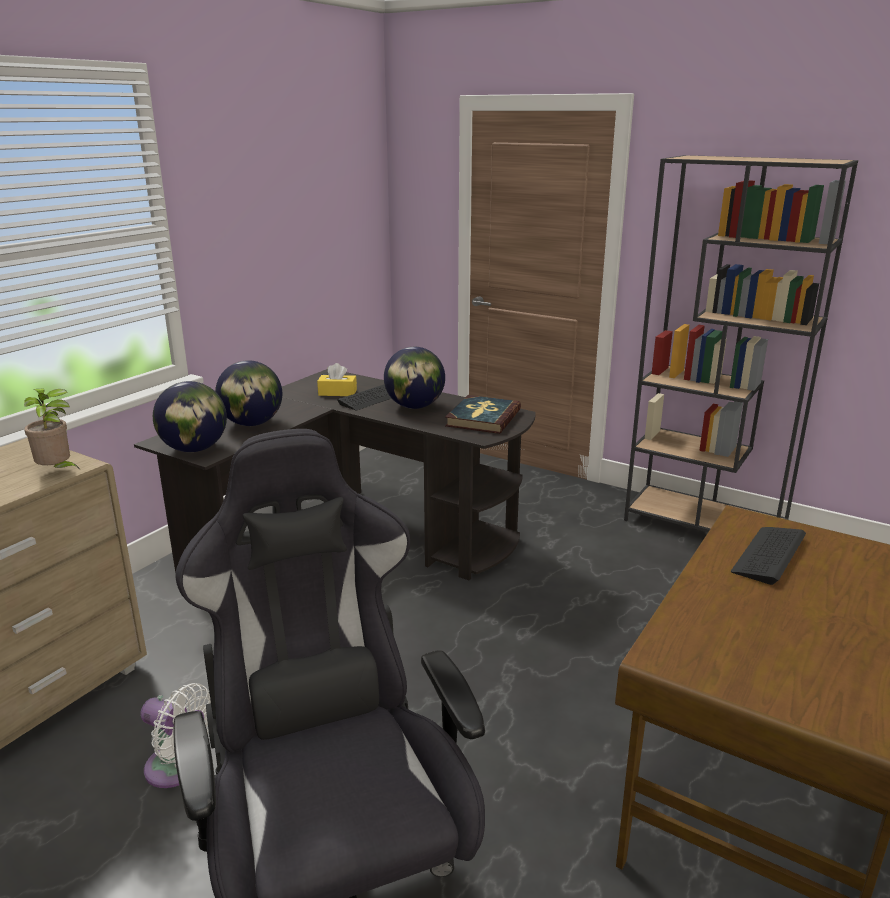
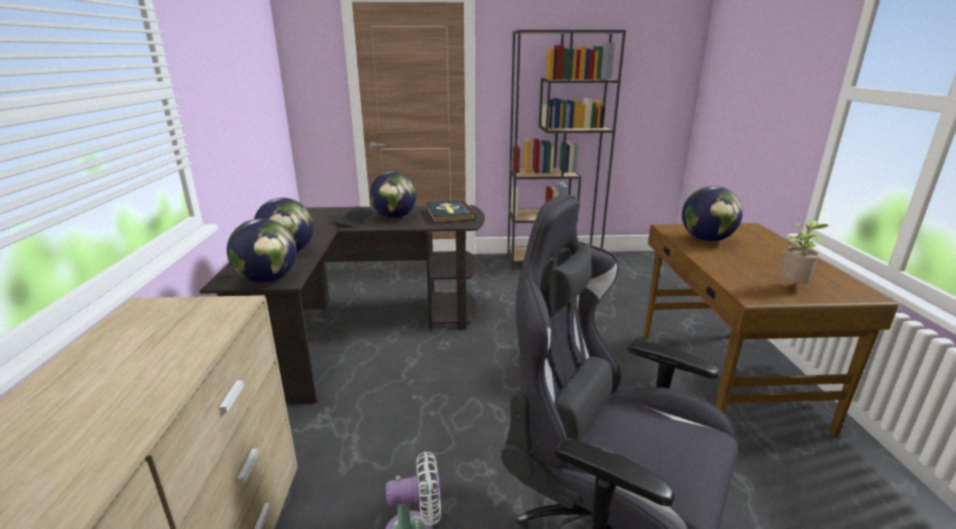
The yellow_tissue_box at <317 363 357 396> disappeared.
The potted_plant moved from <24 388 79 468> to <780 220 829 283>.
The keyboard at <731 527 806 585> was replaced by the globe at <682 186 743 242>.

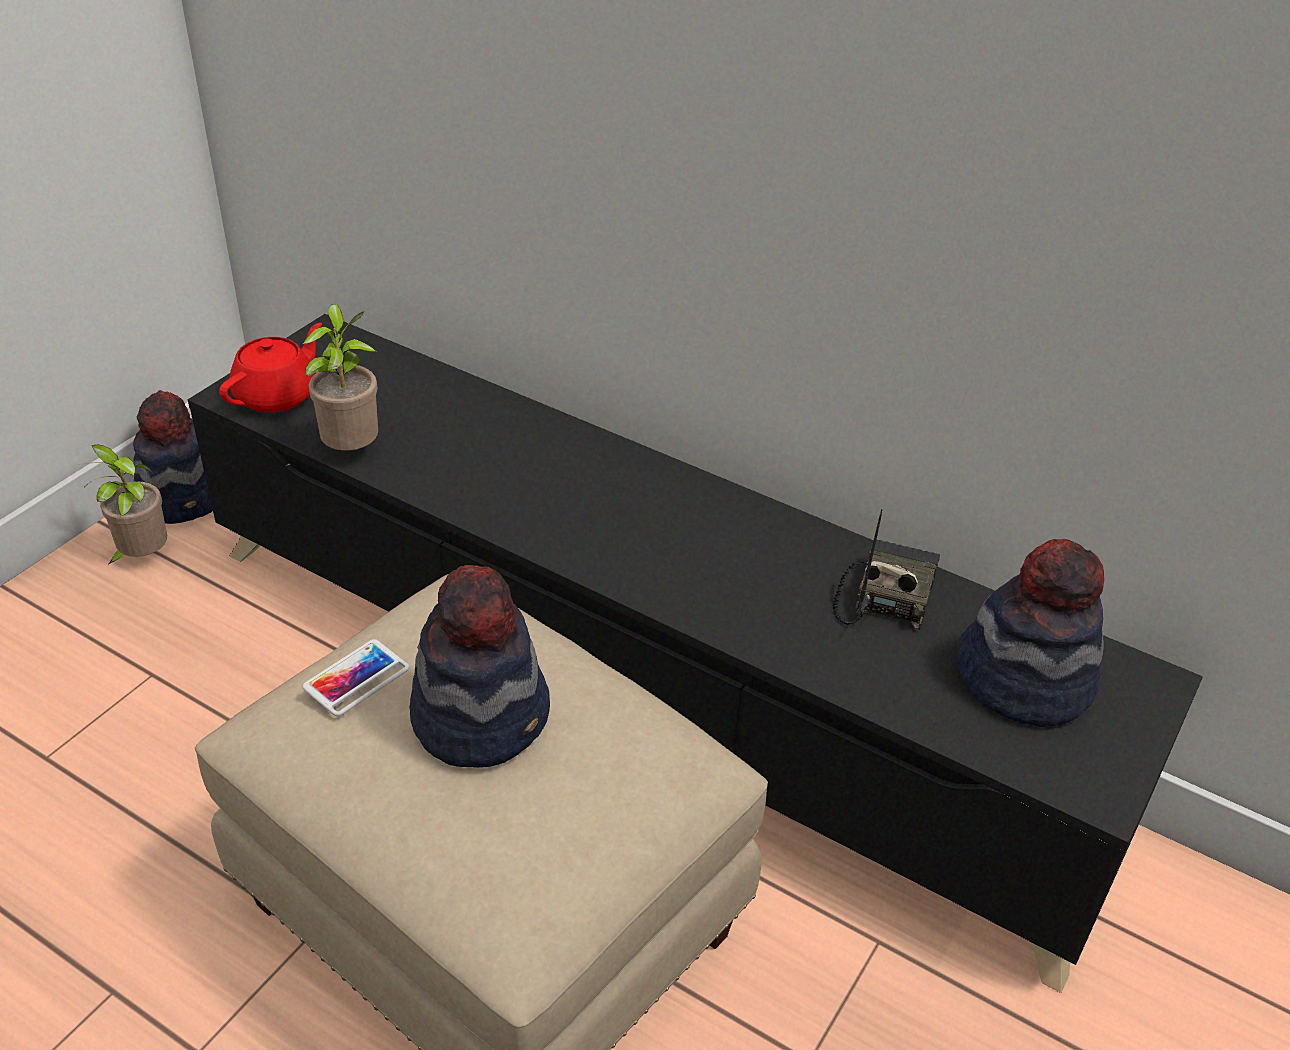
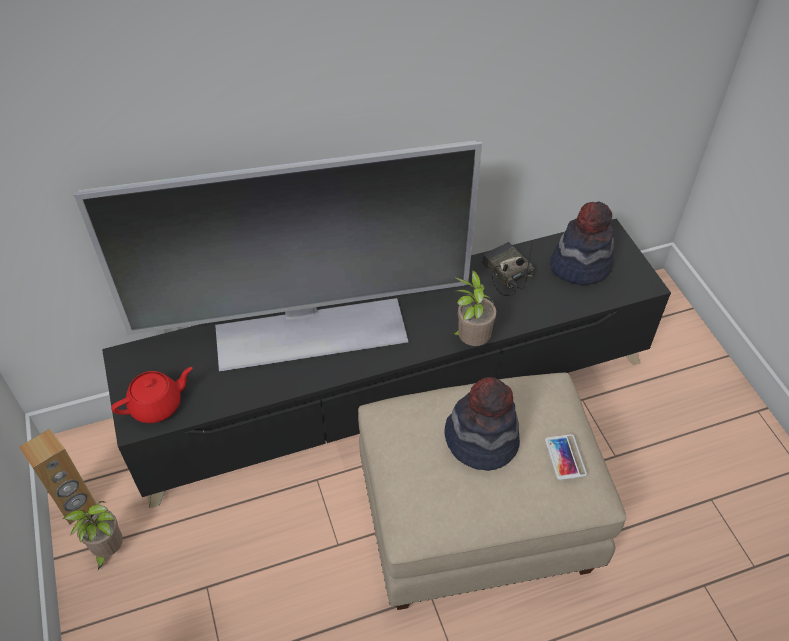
The potted_plant moved from <302 304 378 451> to <452 269 497 346>.
The red_teapot at <219 323 322 413> turned 75 degrees clockwise.
The hat at <133 390 213 524> was replaced by the brown_speaker at <19 429 96 525>.
The phone moved from <302 639 409 716> to <545 434 587 480>.
The television at <74 140 482 372> appeared.

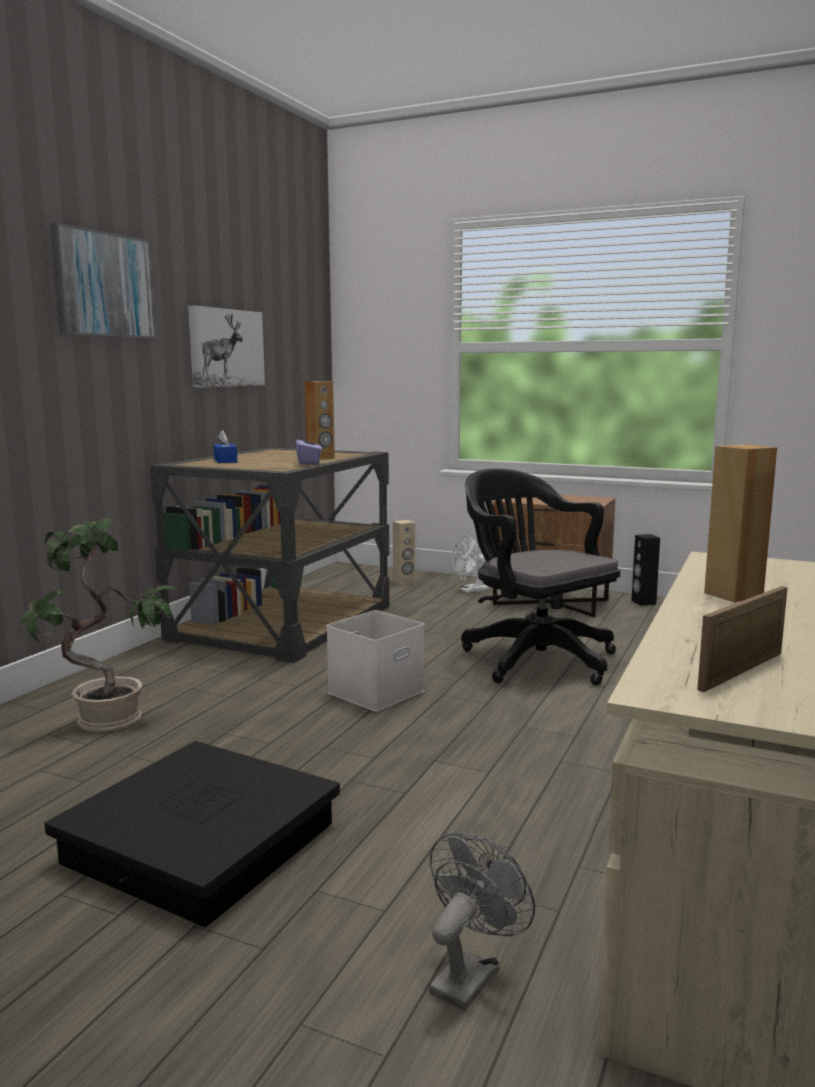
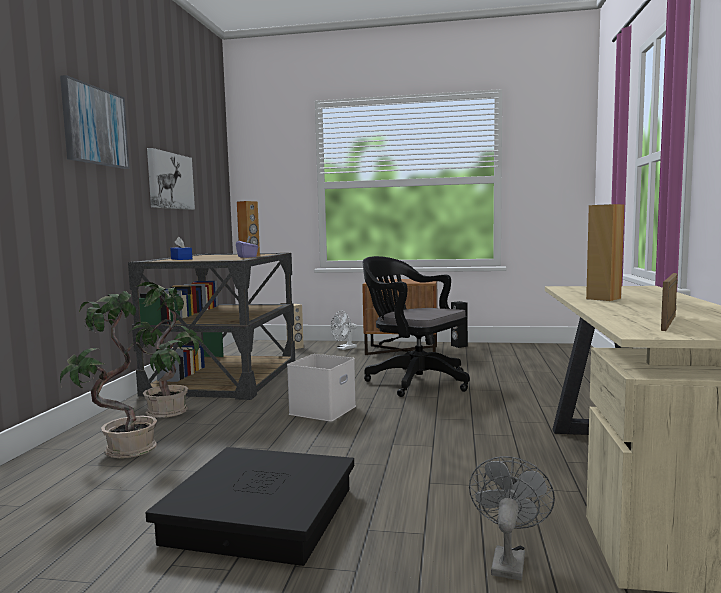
The potted_plant at <129 282 204 418> appeared.

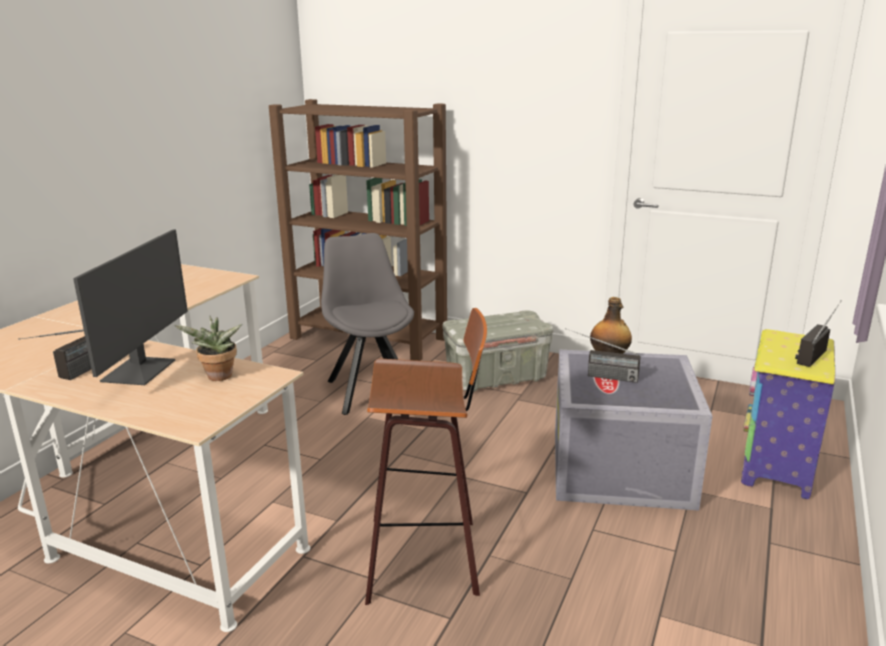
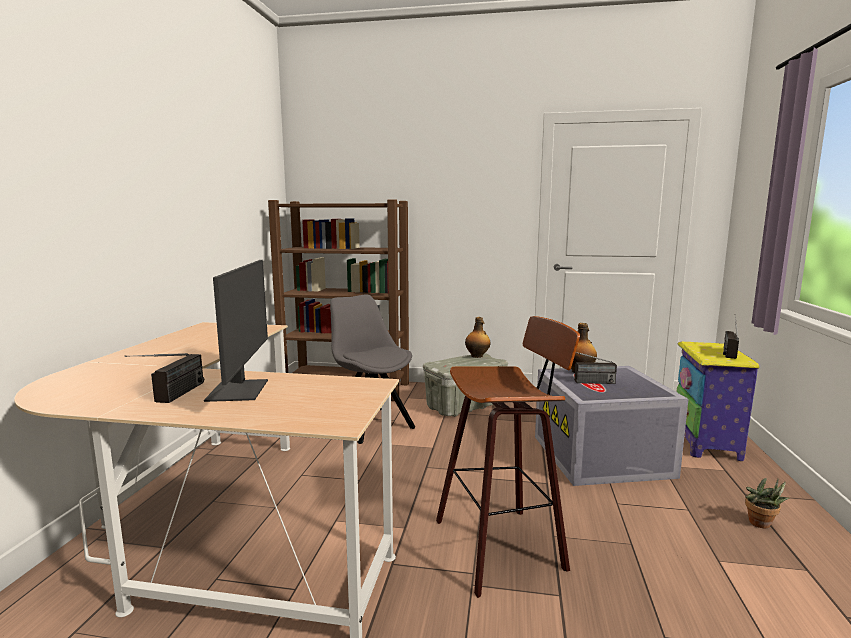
The potted_plant moved from <174 316 242 381> to <745 478 789 529>.
The bottle at <465 317 491 358> appeared.

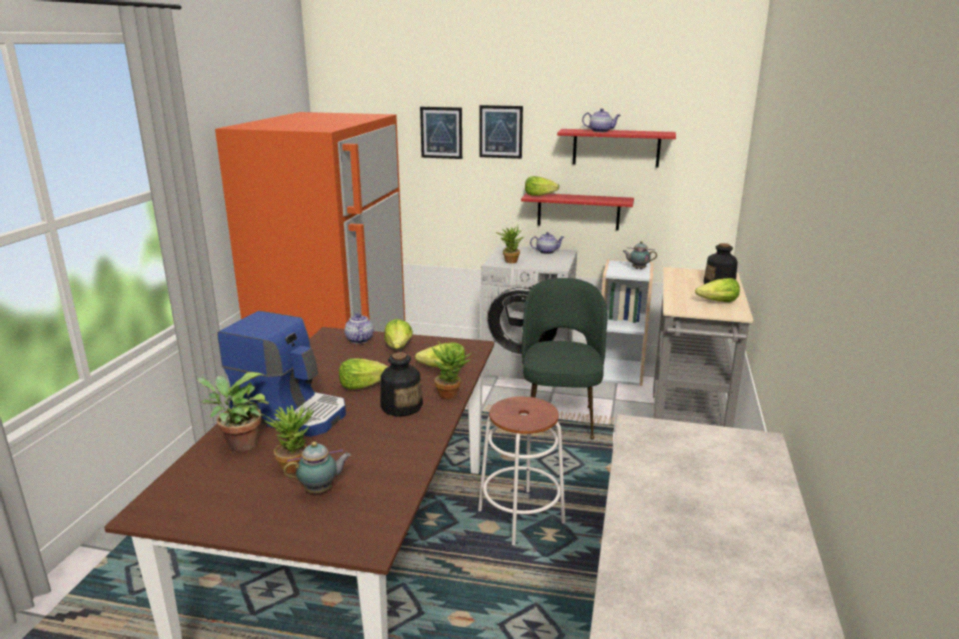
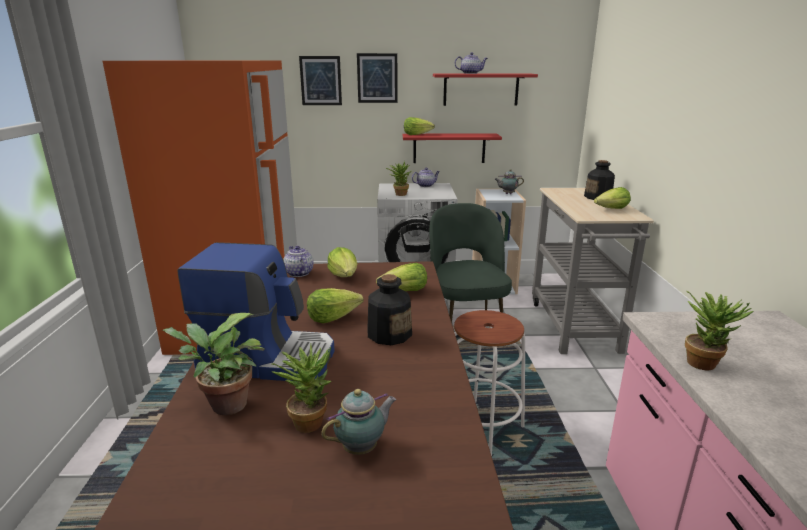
The potted_plant moved from <432 341 473 399> to <685 291 753 371>.

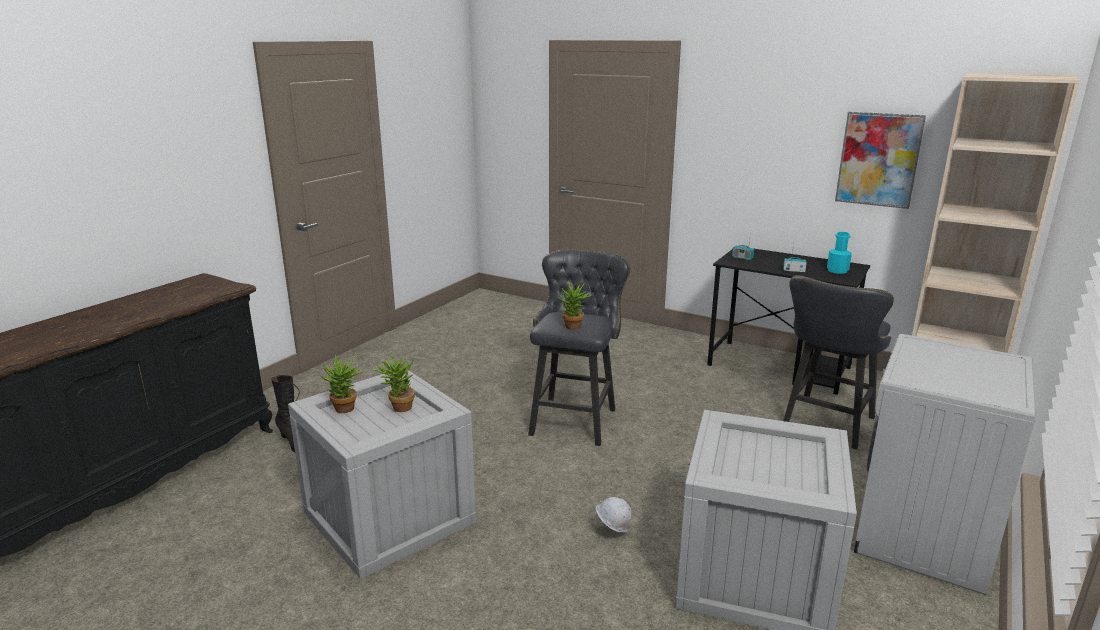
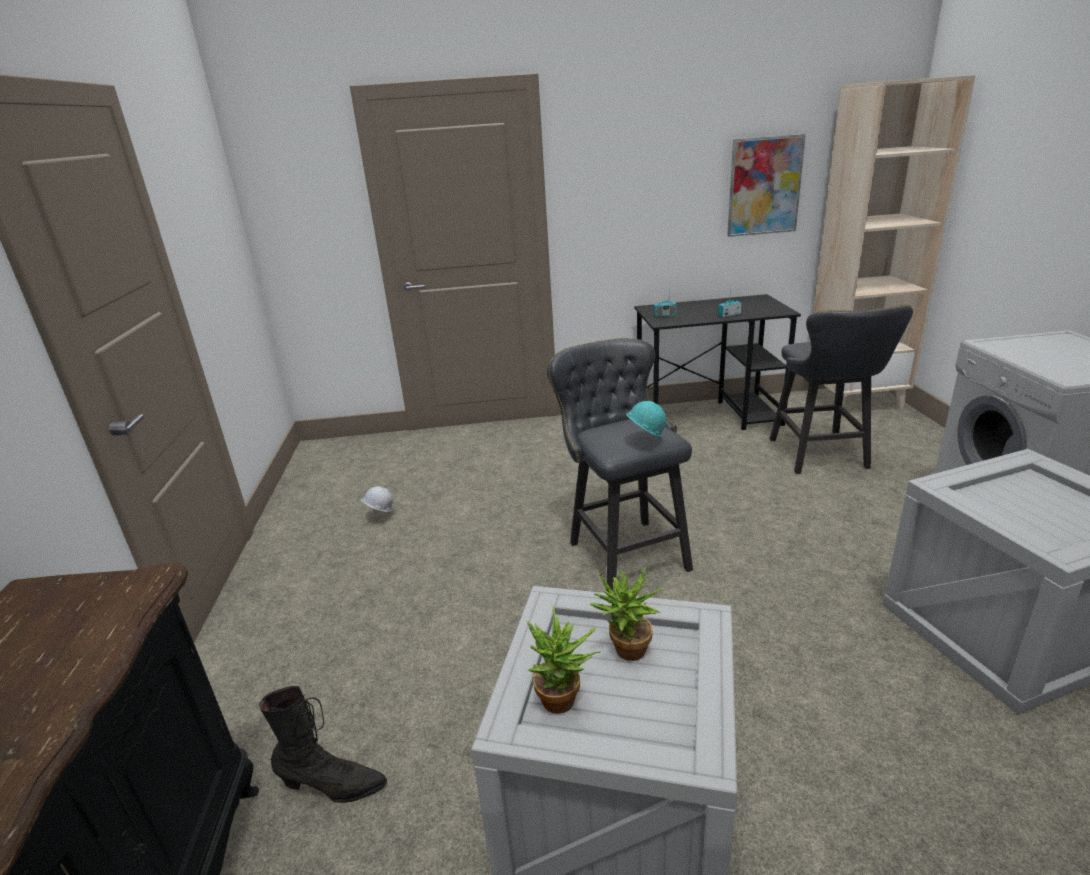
The turquoise_bottle at <827 232 852 274> disappeared.
The potted_plant at <557 282 593 330> was replaced by the turquoise_hard_hat at <626 401 666 439>.
The white_hard_hat moved from <596 497 632 533> to <361 486 393 512>.

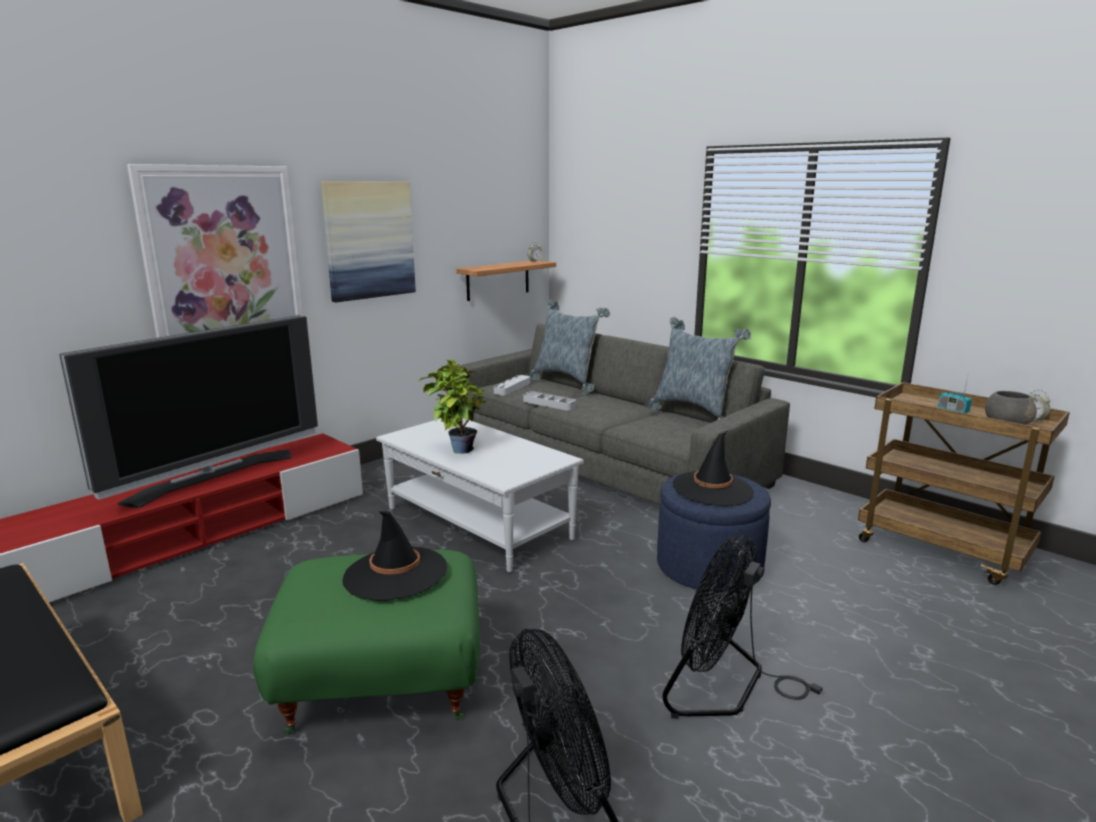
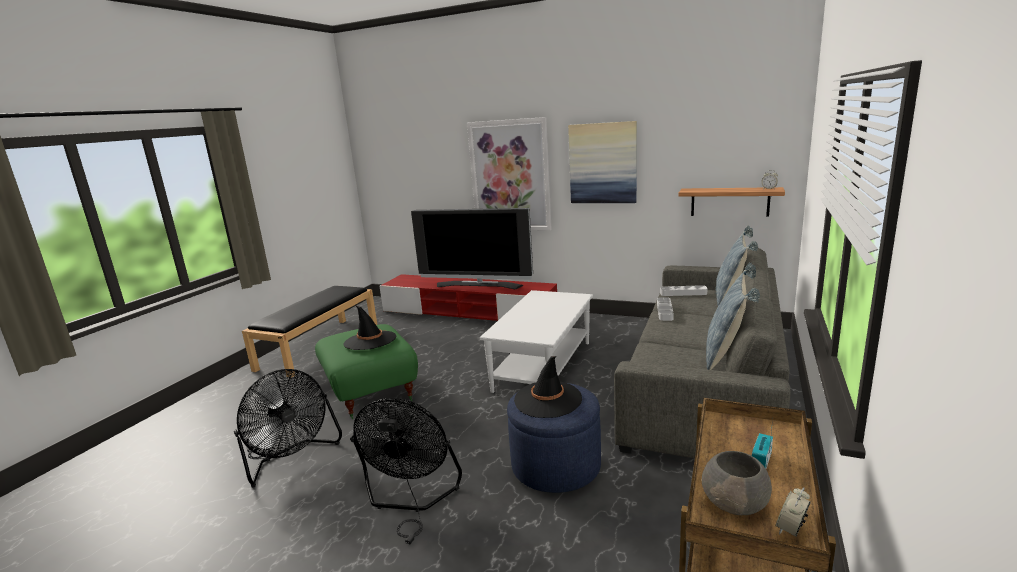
The potted_plant at <417 359 486 454> disappeared.

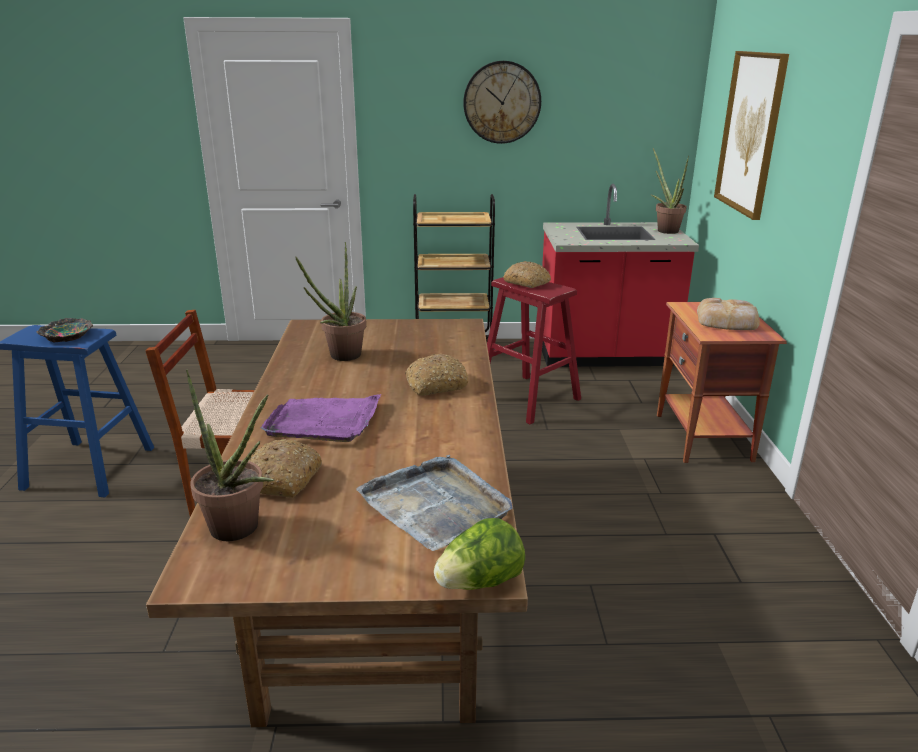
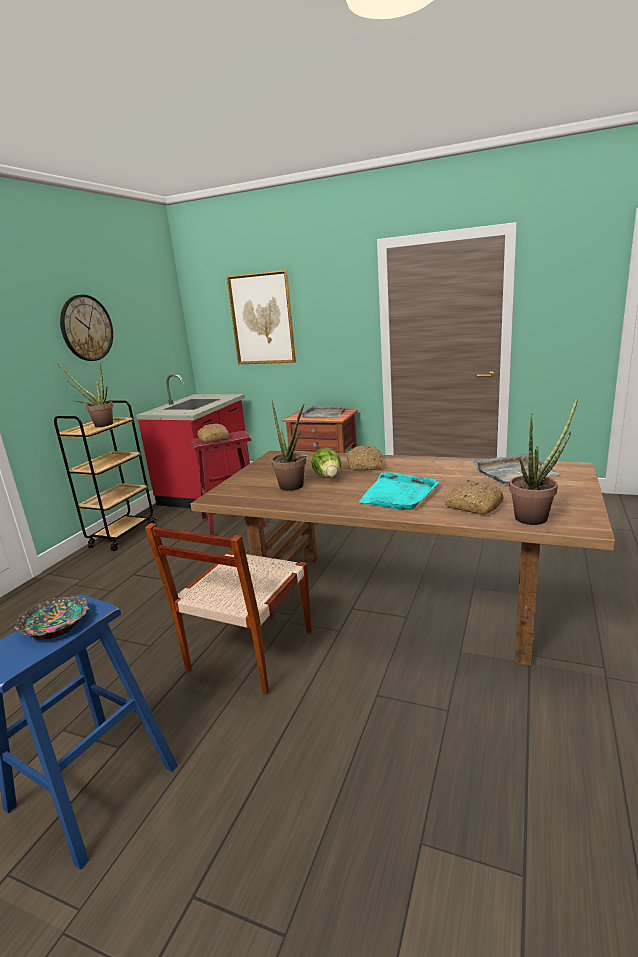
The potted_plant moved from <651 148 689 234> to <57 360 113 427>.
The bread at <697 298 760 330> was replaced by the grey_tray at <301 406 346 417>.
The purple_tray at <261 394 381 442> became the turquoise_tray at <359 472 439 510>.
The lettuce moved from <434 518 525 590> to <311 447 341 478>.

